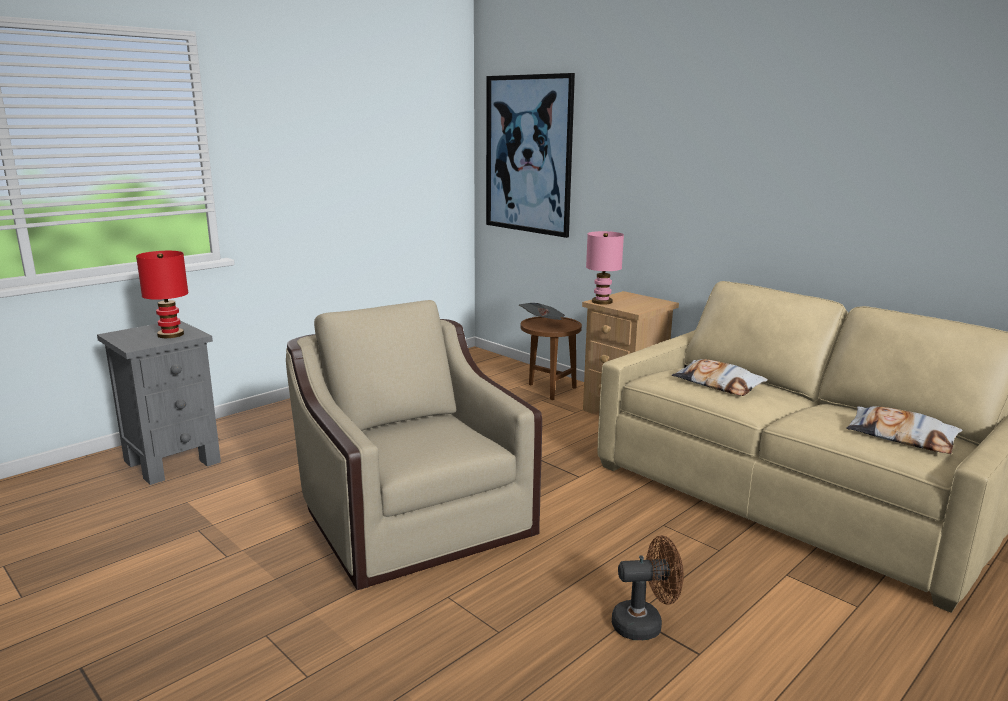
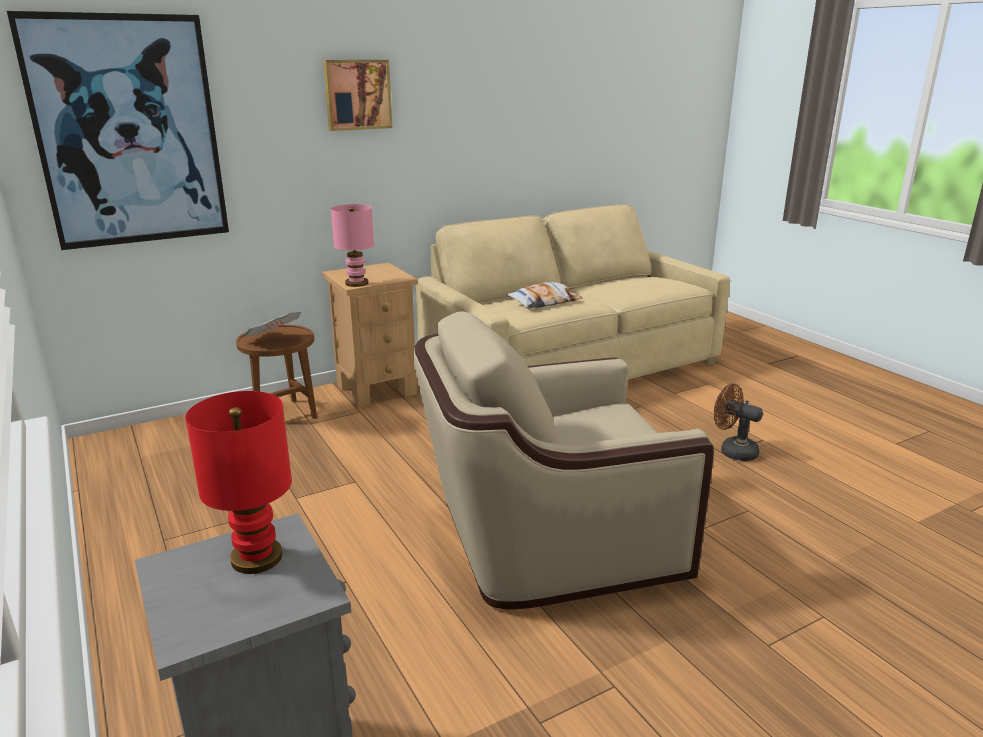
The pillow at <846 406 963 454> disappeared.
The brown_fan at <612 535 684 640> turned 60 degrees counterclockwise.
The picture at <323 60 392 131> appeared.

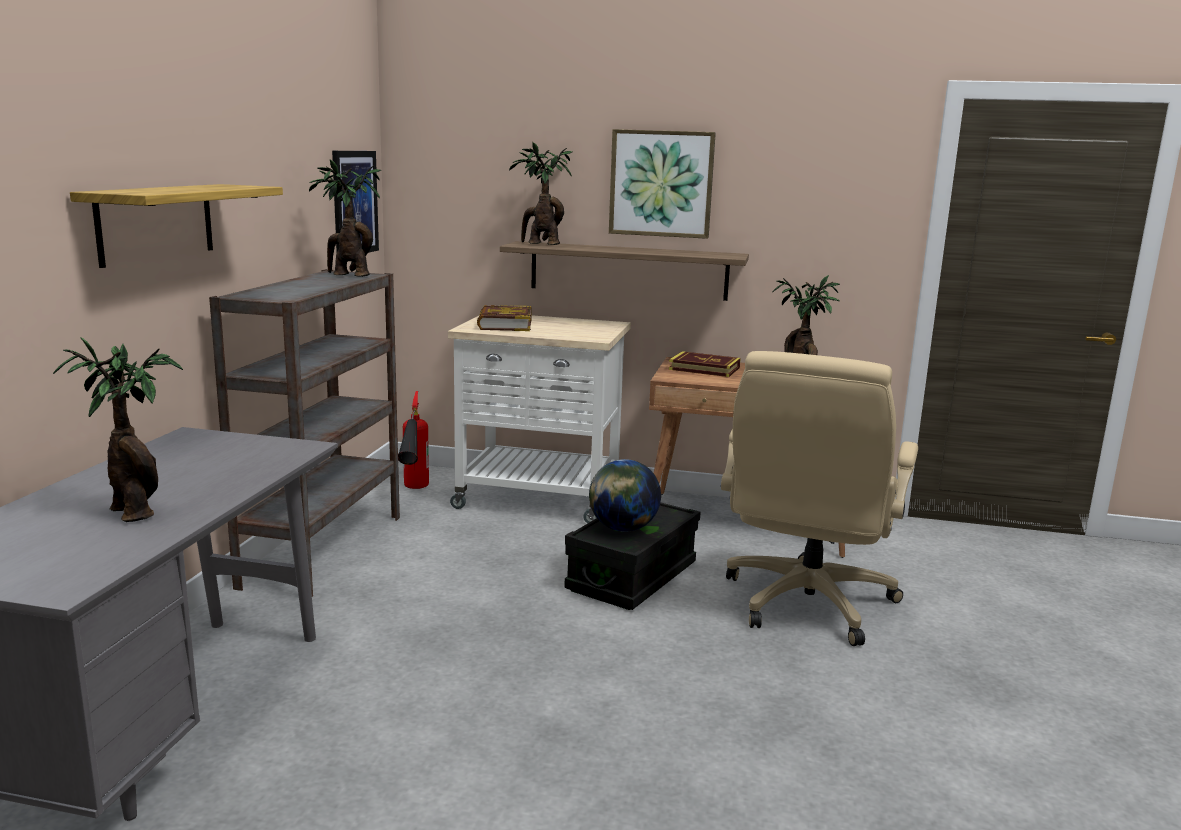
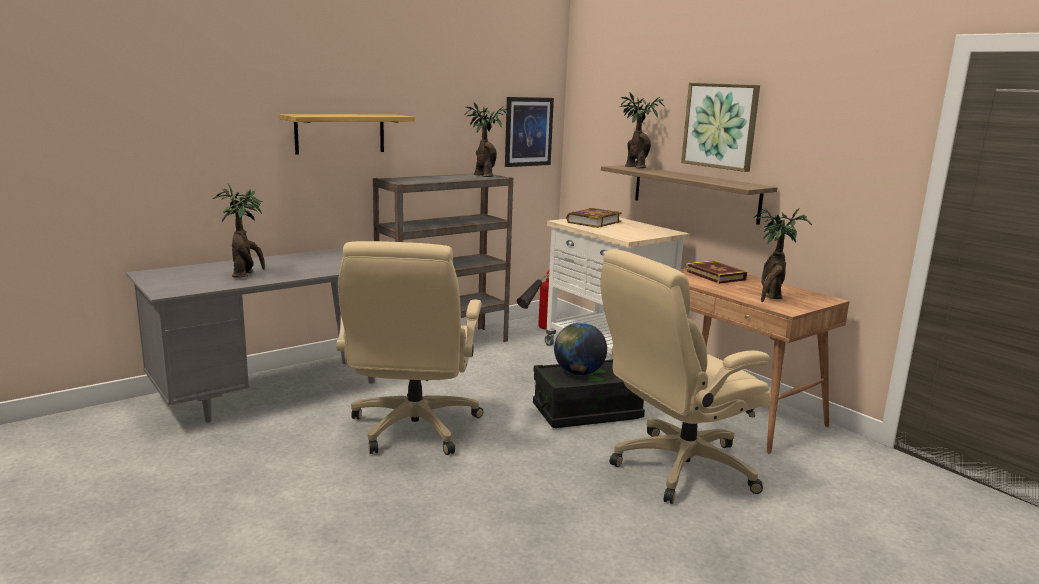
The beige_office_chair at <336 241 483 455> appeared.

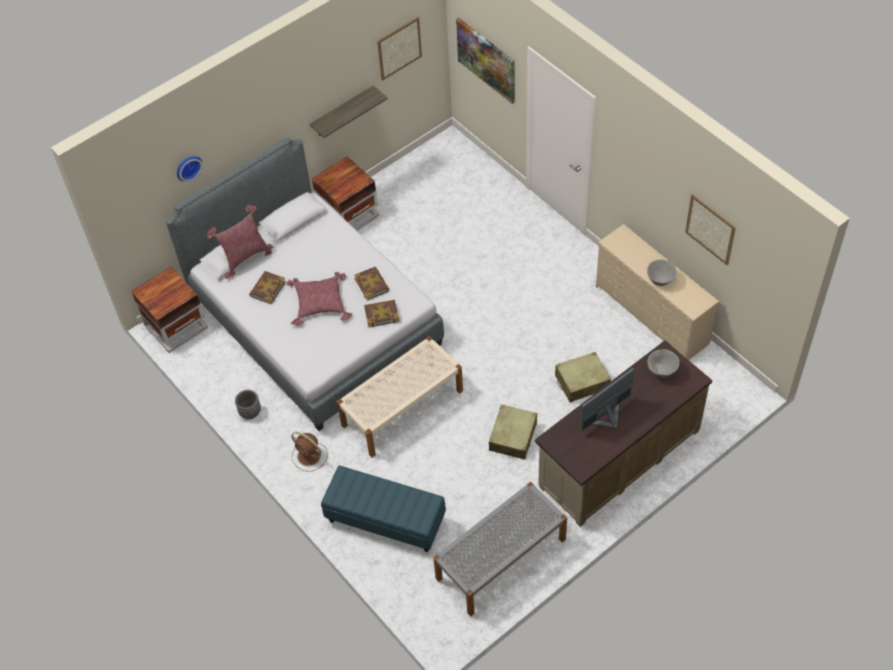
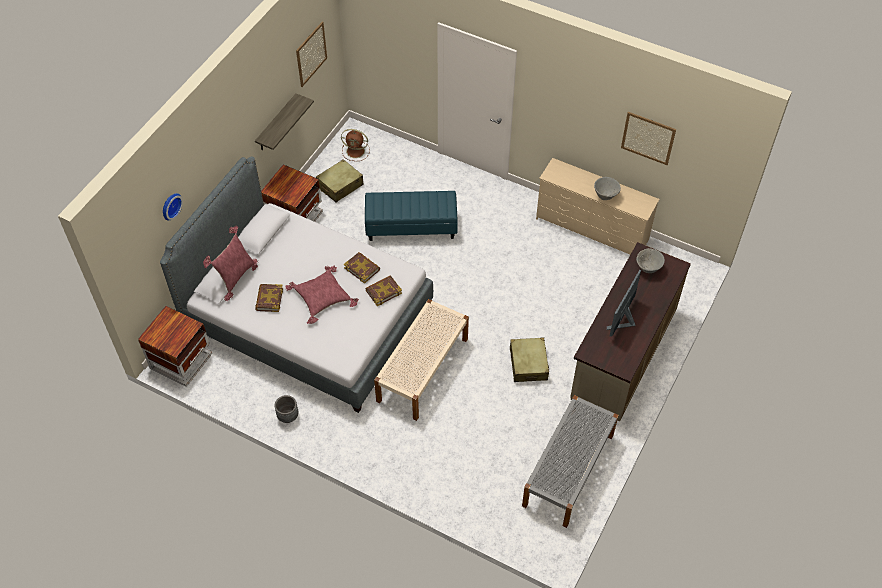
The picture at <456 18 515 104> disappeared.
The beige_suitcase moved from <555 352 611 402> to <316 159 364 202>.
The brown_fan moved from <291 432 328 472> to <341 129 370 161>.
The blue_ottoman moved from <321 465 446 552> to <365 191 458 241>.

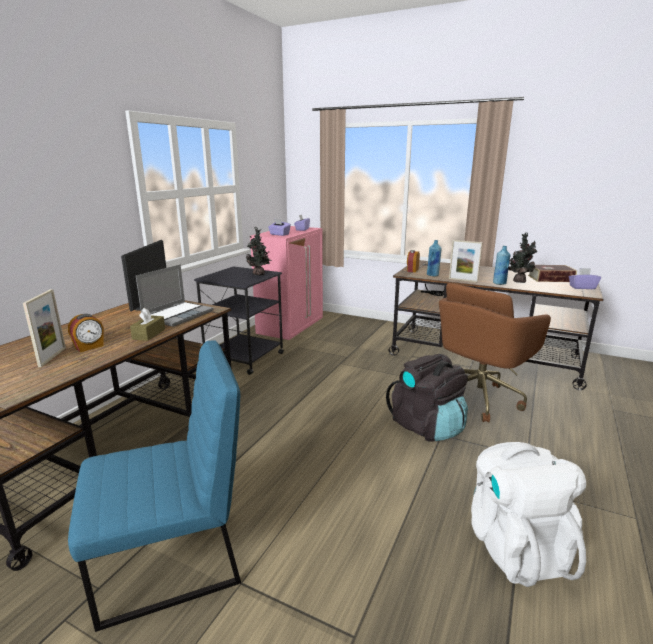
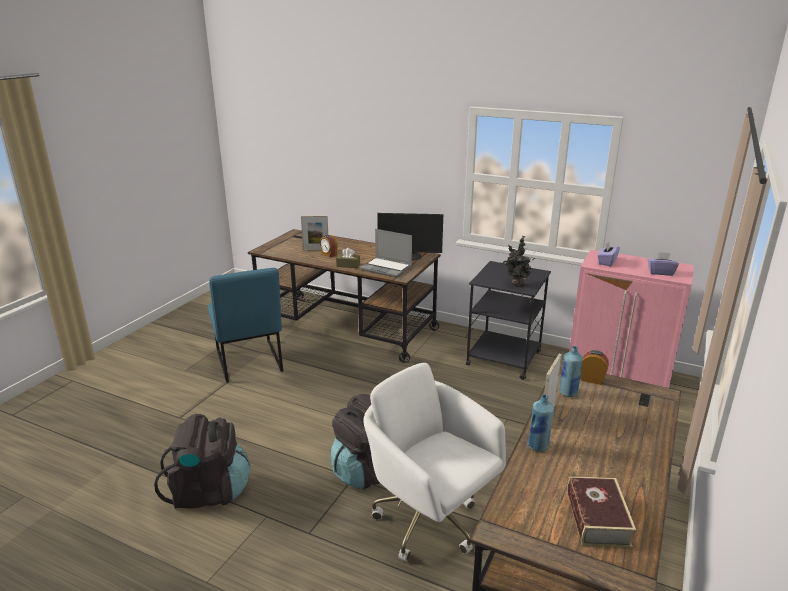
The potted_plant at <508 233 538 283> disappeared.
The purple_tissue_box at <569 268 601 289> disappeared.
The brown_office_chair at <439 283 551 422> became the white_office_chair at <363 363 506 562>.
The white_backpack at <471 442 586 587> became the black_backpack at <154 414 250 509>.

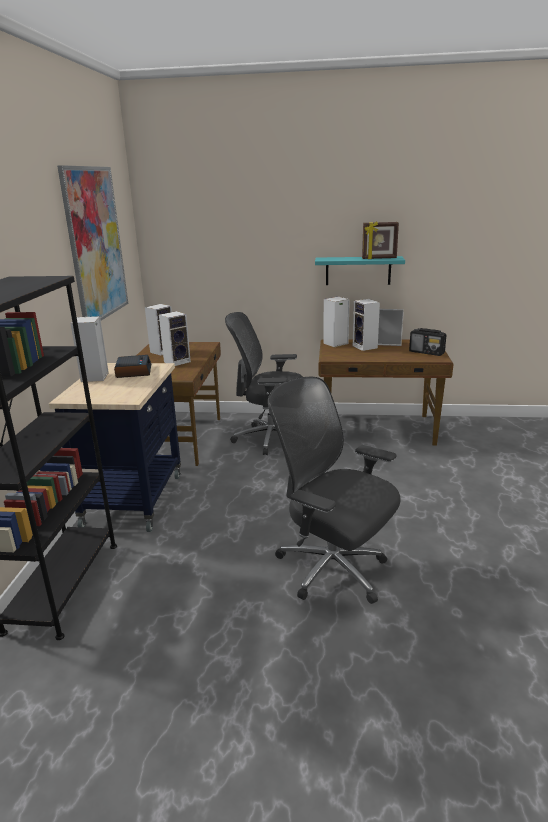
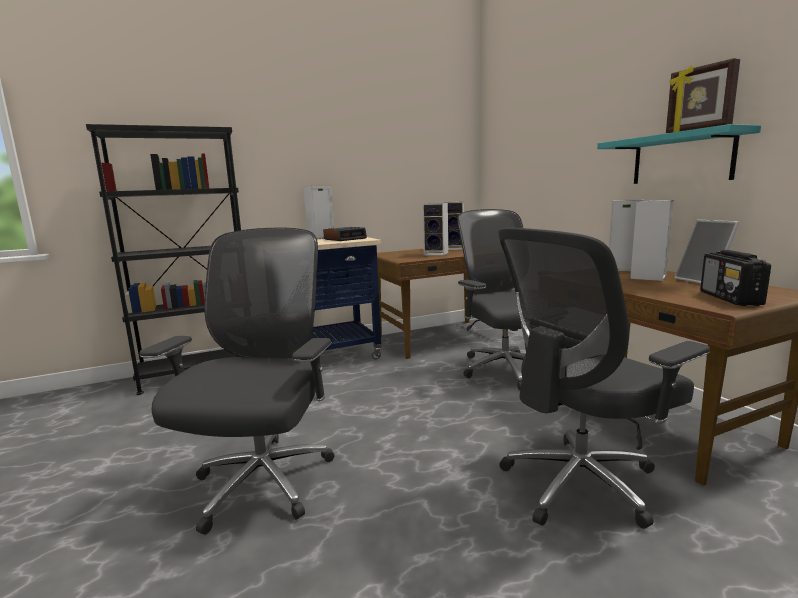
The picture at <57 165 128 320> disappeared.
The office_chair at <498 228 710 529> appeared.

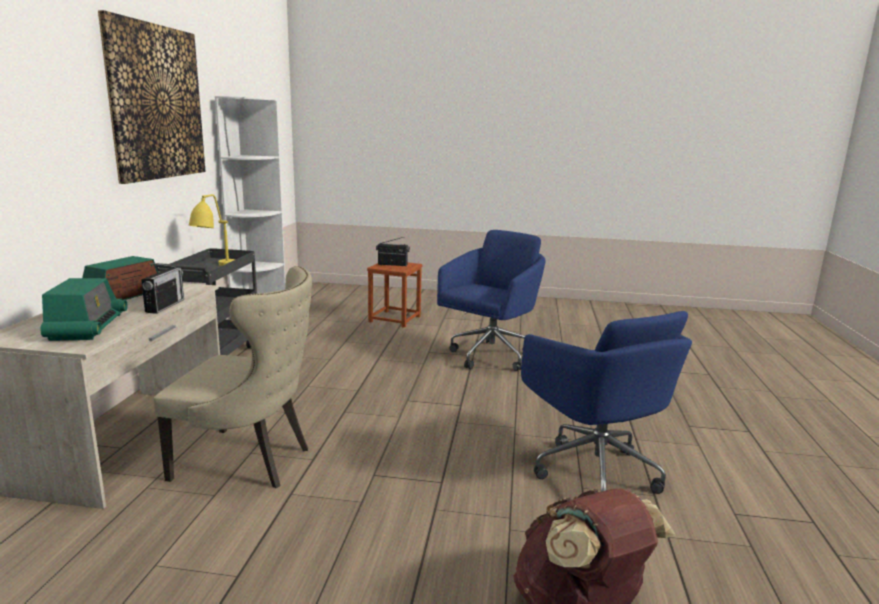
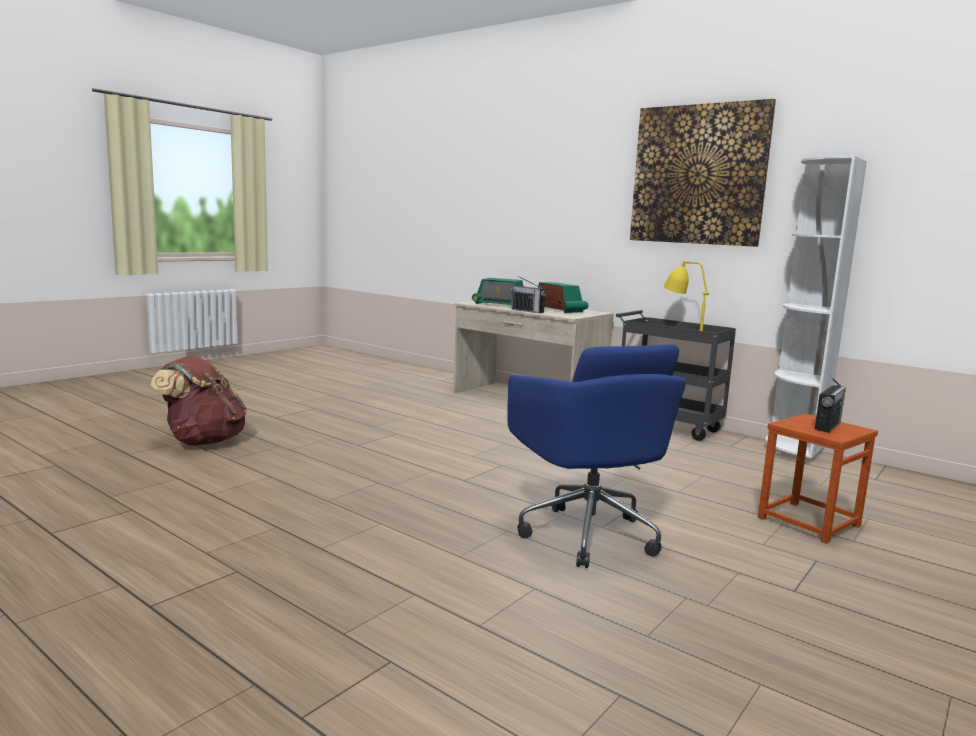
The beige_chair at <154 266 312 488> disappeared.
The blue_office_chair at <521 311 692 494> disappeared.

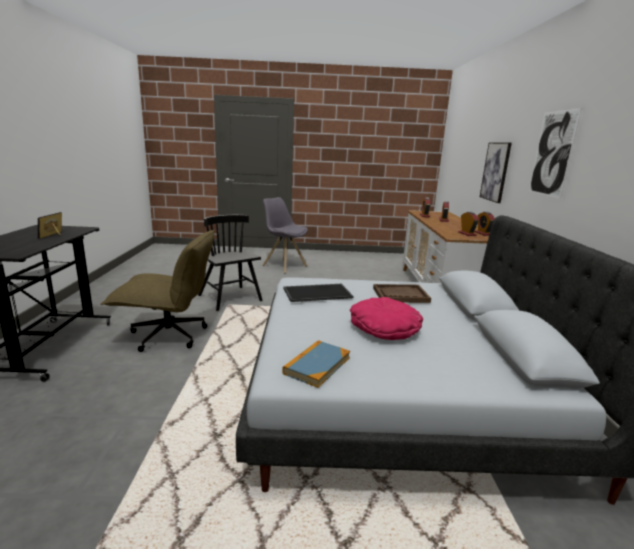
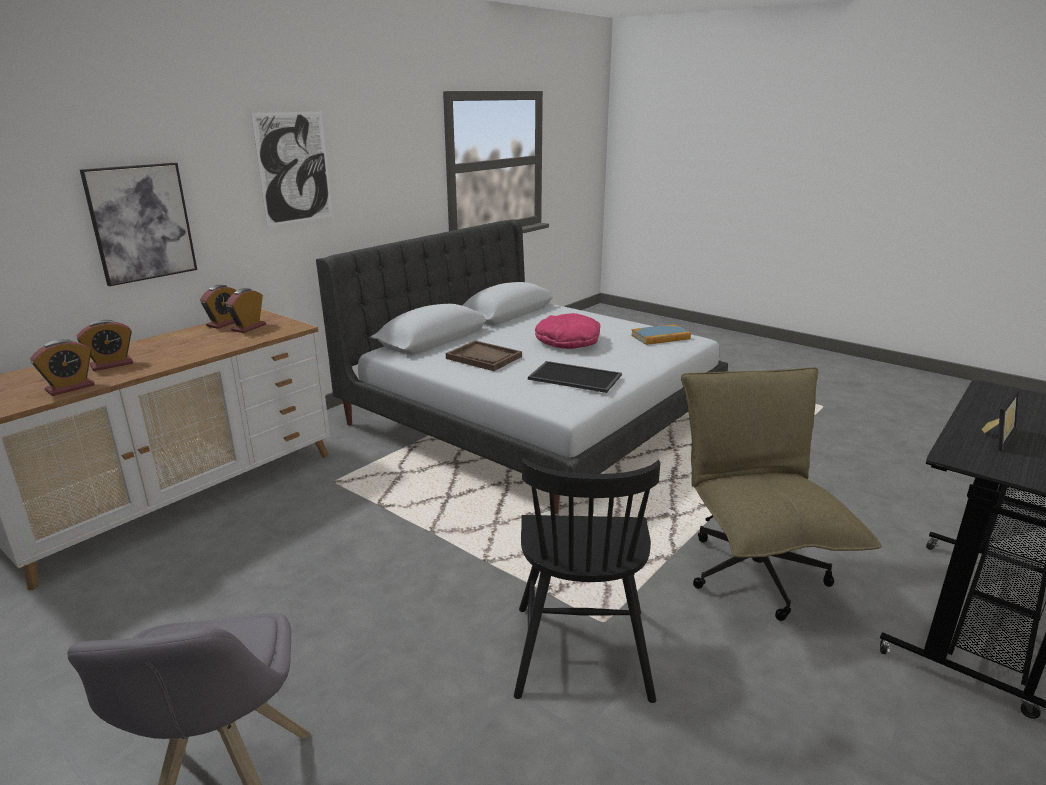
The beige_office_chair at <100 230 215 352> turned 45 degrees clockwise.

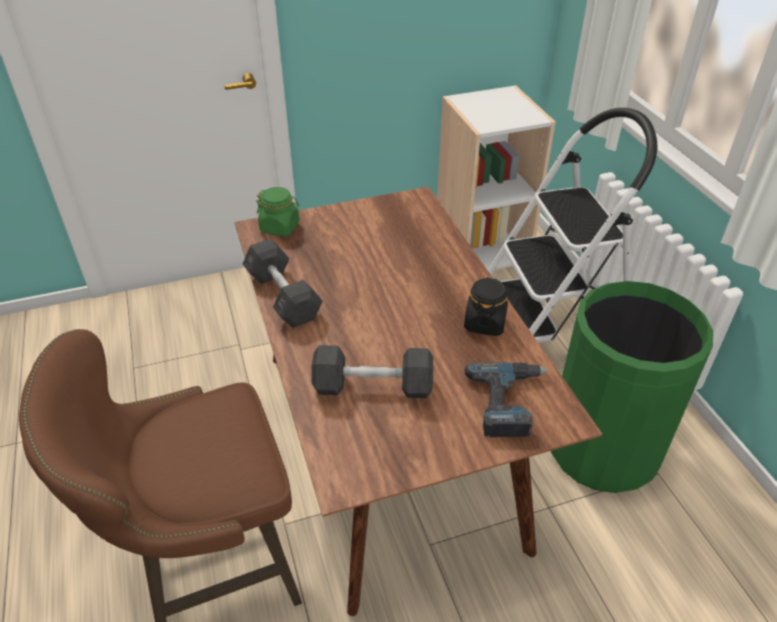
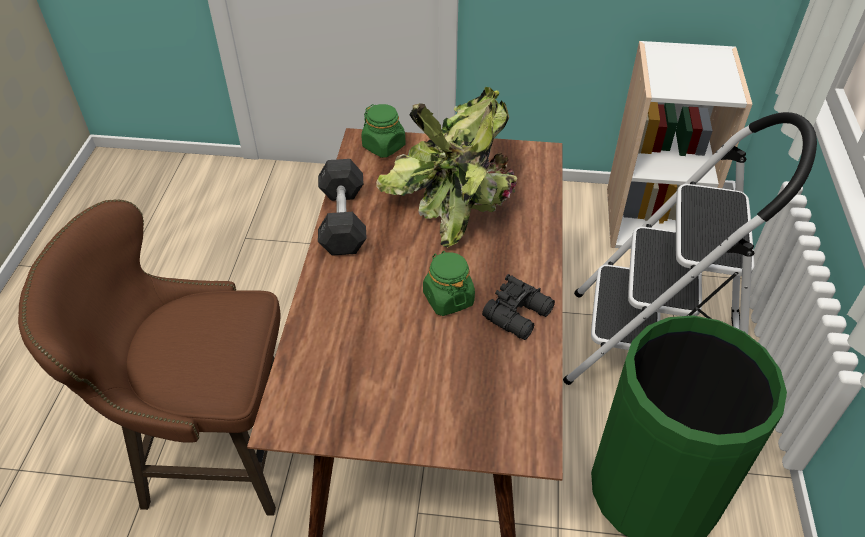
The black_jar at <464 277 508 336> was replaced by the black_binoculars at <482 274 555 340>.
The grey_dumbbell at <312 345 433 398> disappeared.
The power_drill at <465 362 548 437> disappeared.
The potted_plant at <376 87 518 248> appeared.
The green_jar at <423 251 475 316> appeared.

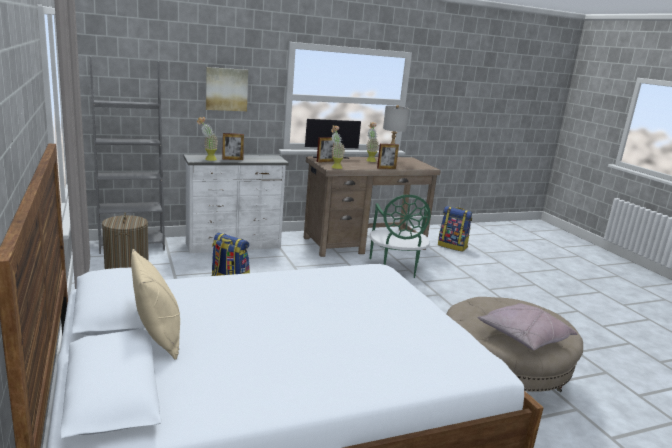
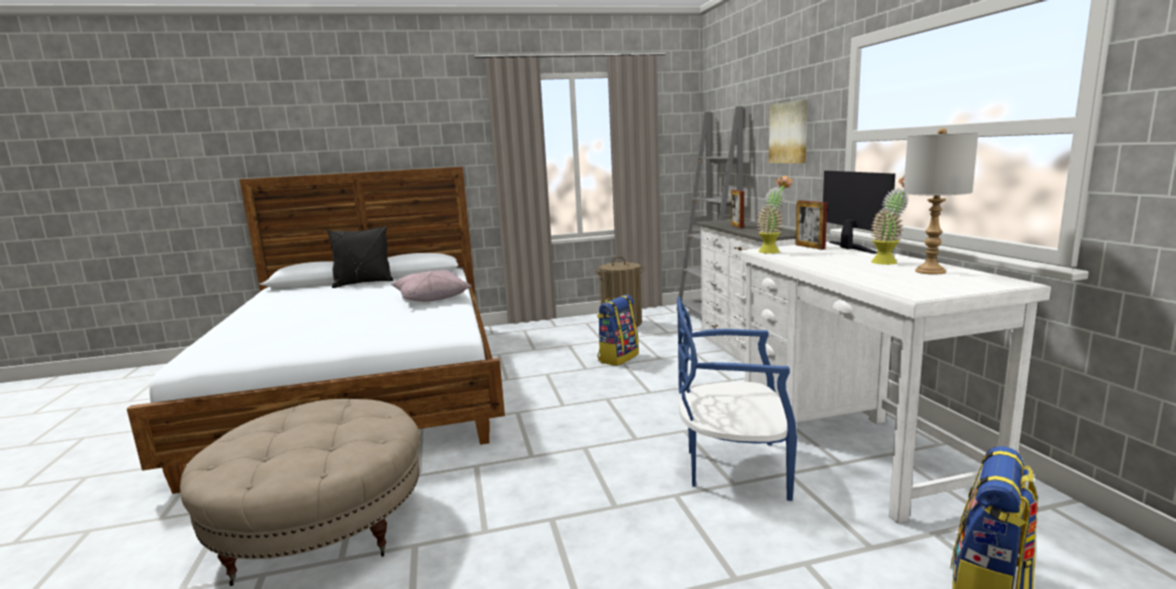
The potted_plant at <197 117 218 161> disappeared.
The picture_frame at <377 144 399 169> disappeared.
The brown_desk at <304 157 441 257> became the white_desk at <740 242 1051 524>.
The green_chair at <370 195 431 278> became the blue_chair at <677 297 797 501>.
The beige_pillow at <131 249 180 360> became the black_pillow at <327 226 394 288>.
The purple_pillow moved from <477 303 577 350> to <391 270 471 302>.

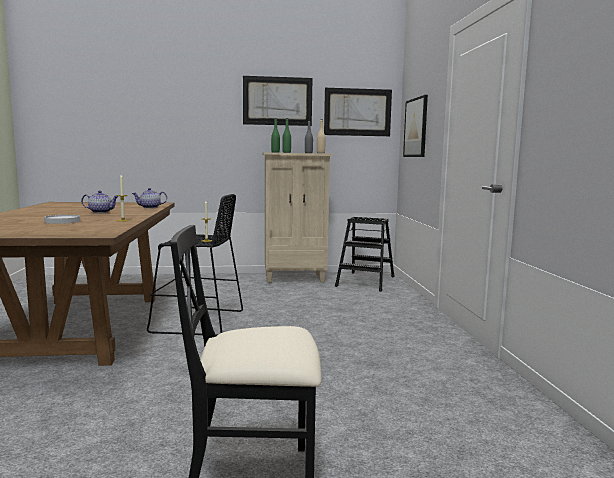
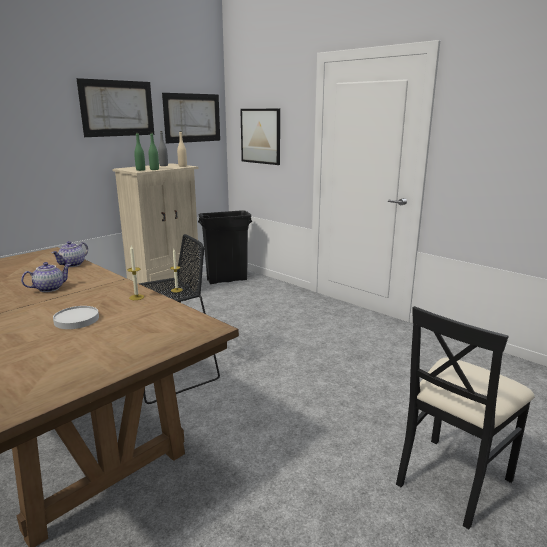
The black_step_ladder at <335 217 395 292> was replaced by the black_trash_can at <198 210 252 284>.

